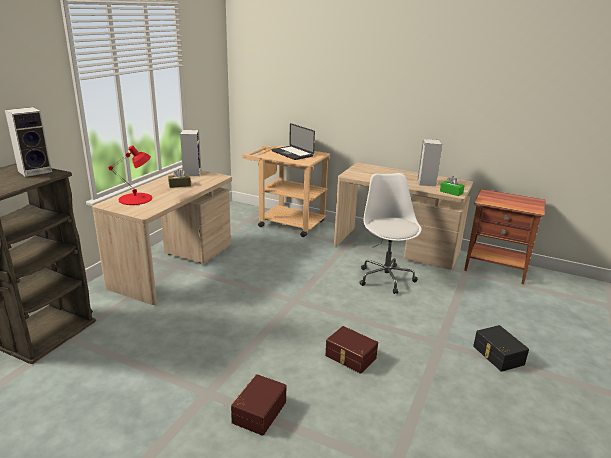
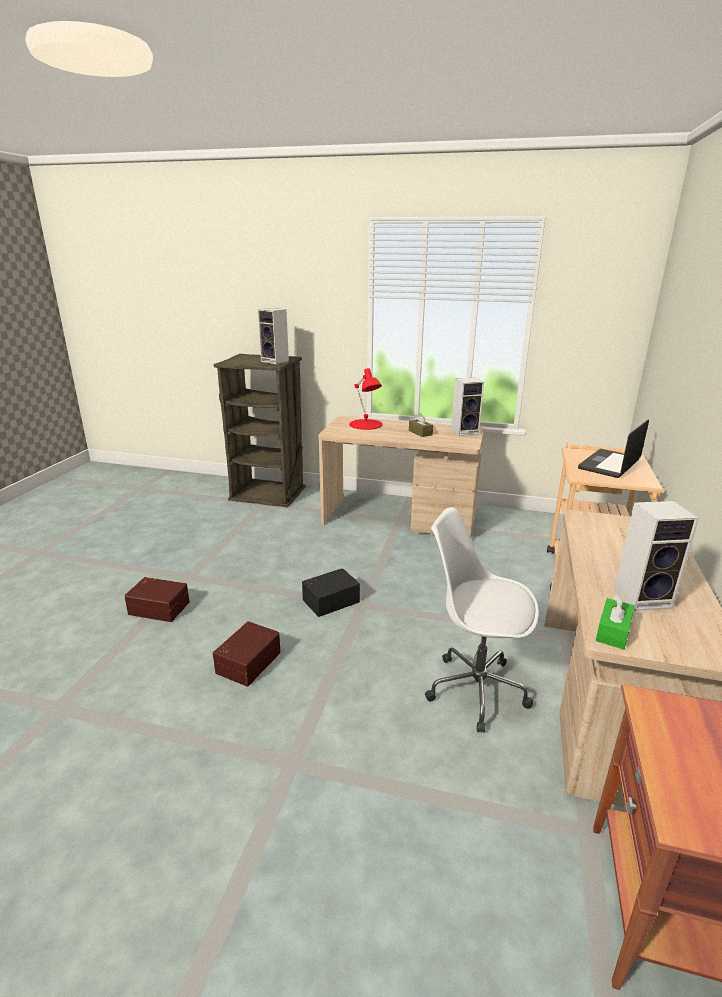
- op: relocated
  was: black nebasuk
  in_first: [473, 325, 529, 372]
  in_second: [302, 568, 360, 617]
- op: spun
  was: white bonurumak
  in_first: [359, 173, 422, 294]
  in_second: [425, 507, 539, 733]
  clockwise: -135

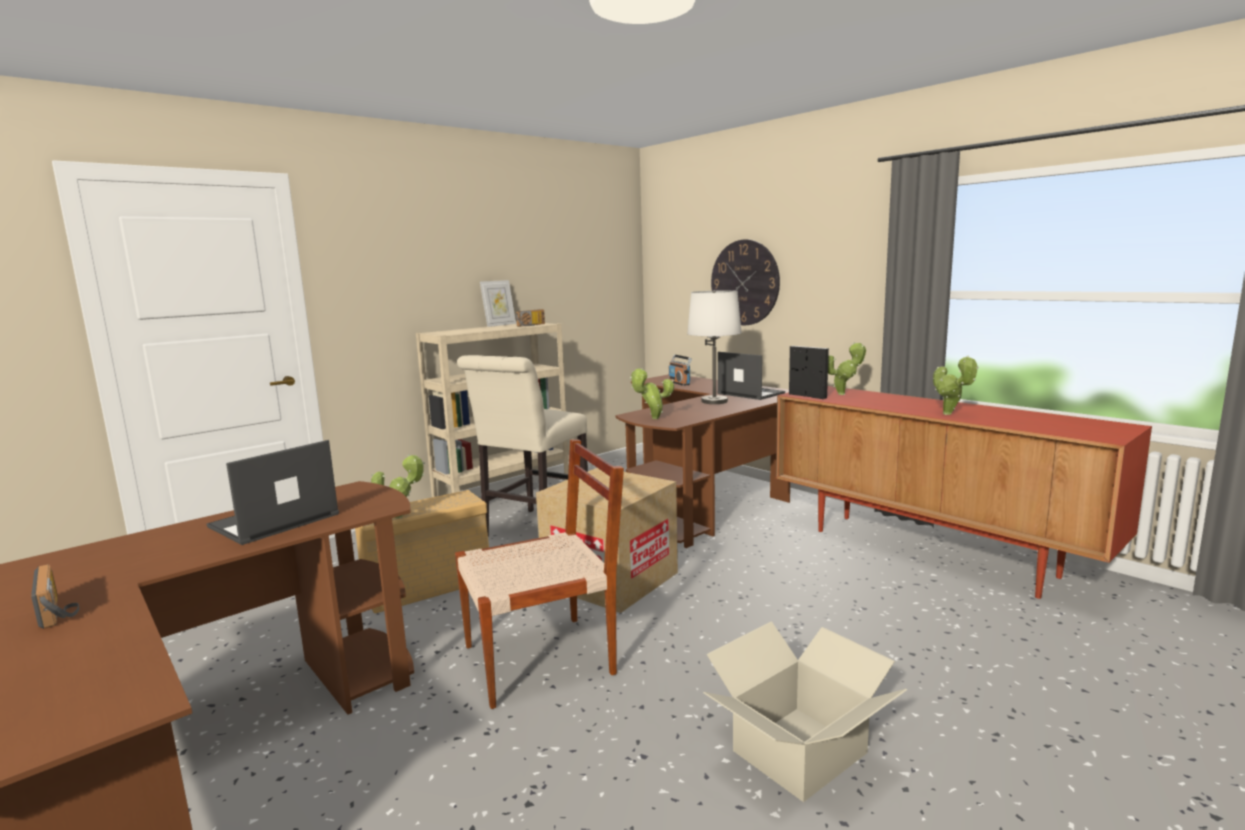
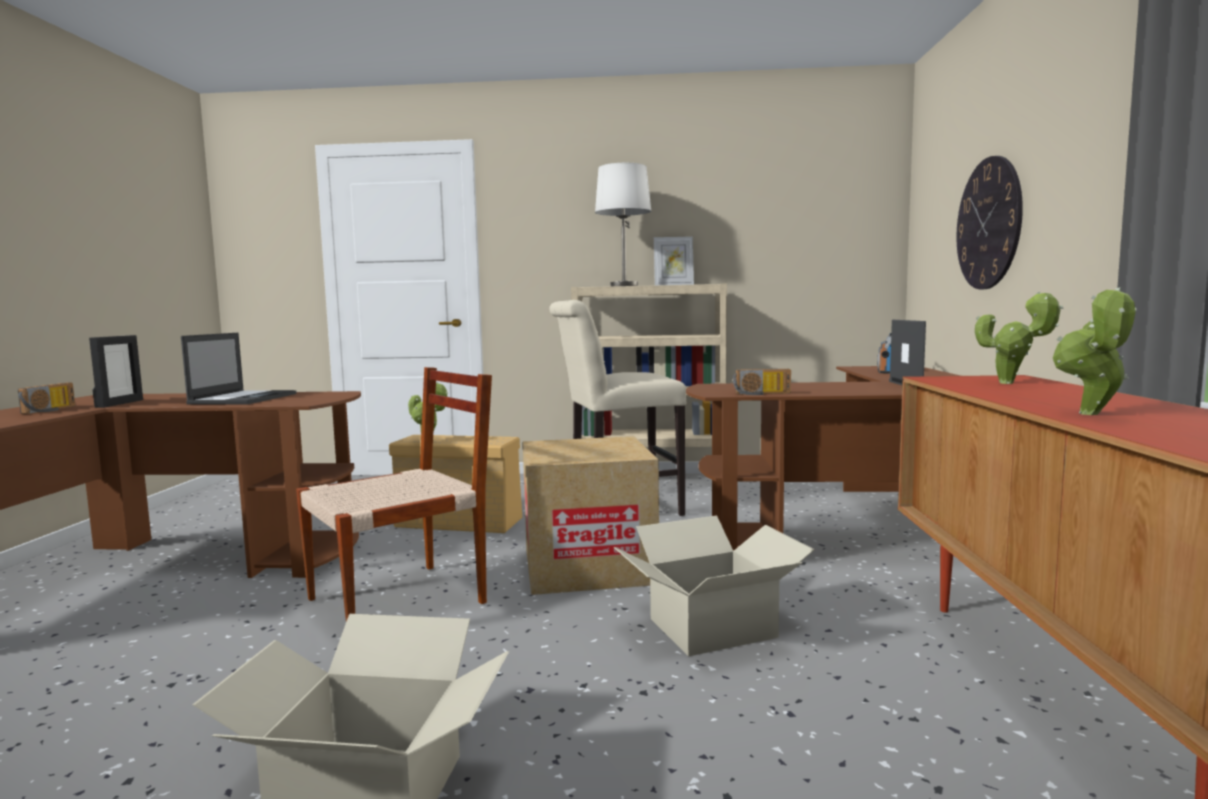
- op: missing
  was: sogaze
  in_first: [630, 368, 674, 419]
- op: appeared
  now: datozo
  in_second: [613, 516, 815, 656]
- op: relocated
  was: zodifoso
  in_first: [516, 309, 545, 327]
  in_second: [733, 369, 791, 395]
- op: relocated
  was: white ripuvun
  in_first: [687, 290, 742, 404]
  in_second: [595, 163, 651, 286]
- op: relocated
  was: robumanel
  in_first: [789, 346, 829, 399]
  in_second: [89, 335, 143, 408]
- op: spun
  was: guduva
  in_first: [206, 440, 339, 545]
  in_second: [181, 333, 296, 405]
  clockwise: 105
- op: spun
  was: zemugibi
  in_first: [455, 439, 624, 709]
  in_second: [296, 367, 492, 621]
  clockwise: -60

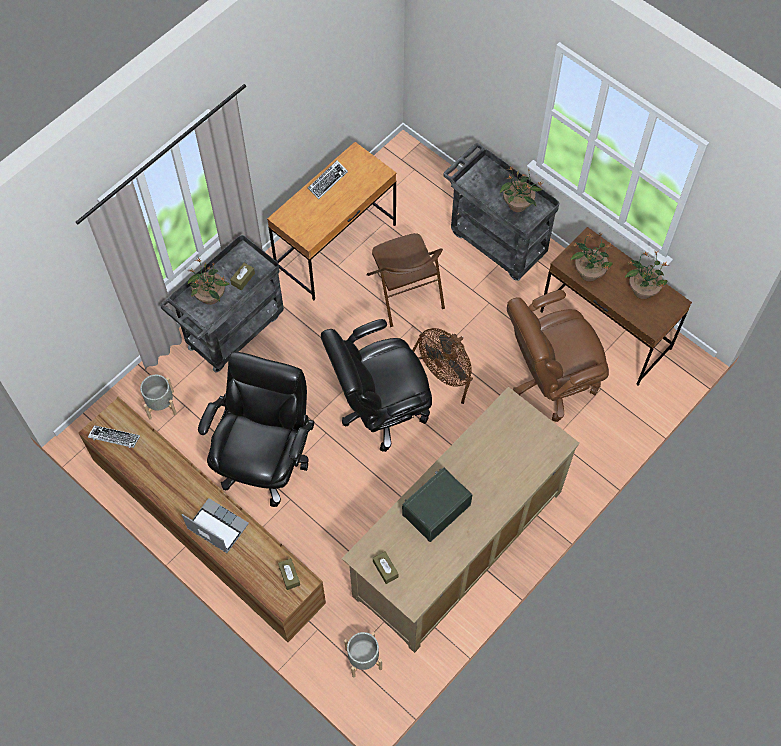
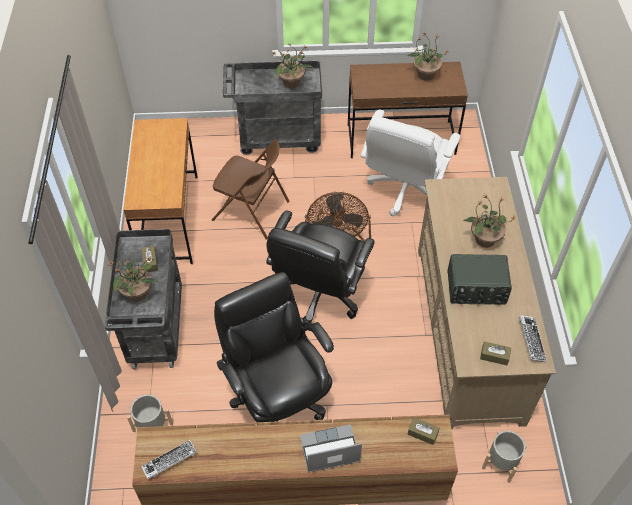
- op: relocated
  was: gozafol
  in_first: [308, 161, 348, 199]
  in_second: [519, 315, 547, 362]
- op: relocated
  was: sogaze
  in_first: [570, 232, 614, 281]
  in_second: [463, 195, 516, 248]
- op: colour
  was: brown bonurumak
  now: white bonurumak
  in_first: [507, 290, 609, 422]
  in_second: [361, 109, 460, 217]
- op: spun
  was: zodifoso
  in_first: [402, 467, 472, 542]
  in_second: [447, 254, 512, 305]
  clockwise: -90

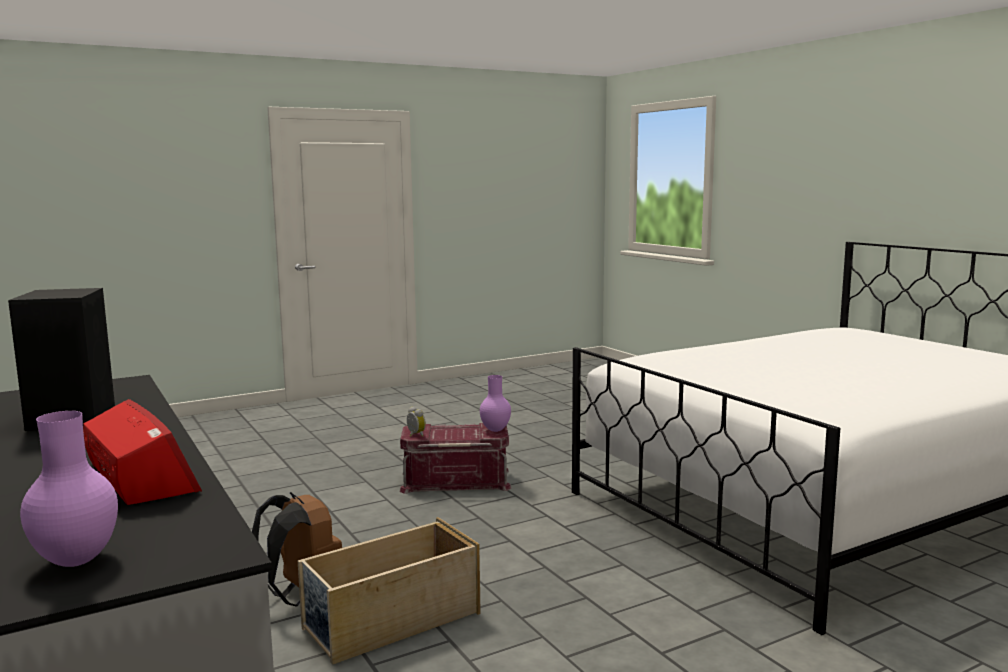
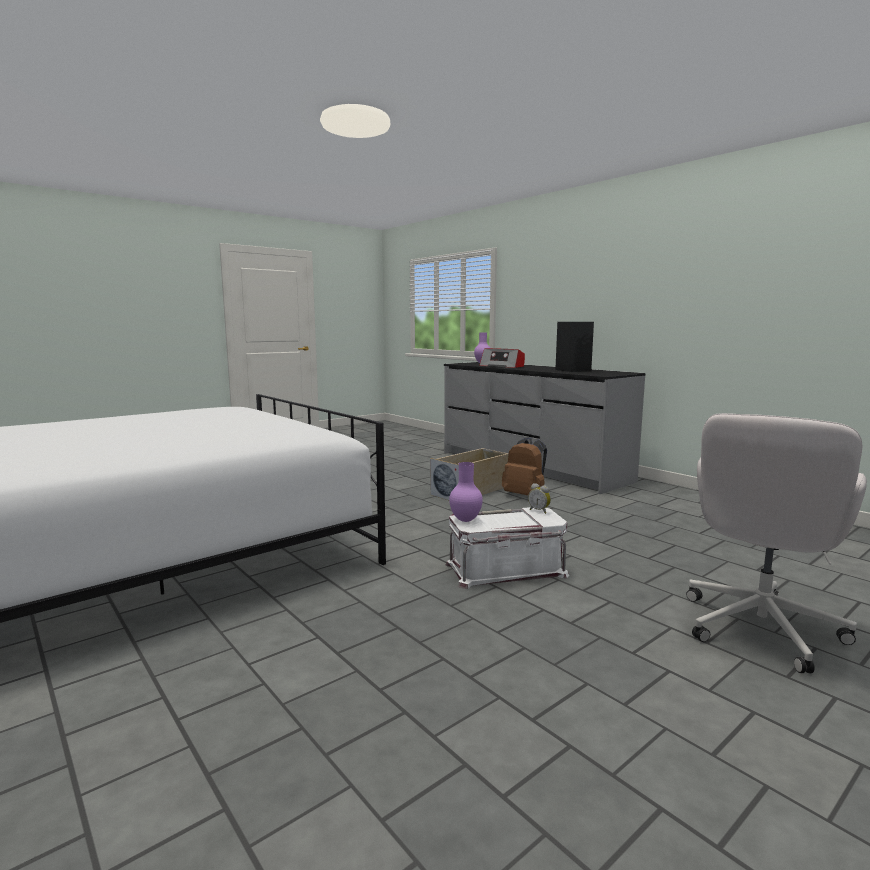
- op: appeared
  now: white bonurumak
  in_second: [686, 413, 867, 673]
- op: colour
  was: red nebasuk
  now: white nebasuk
  in_first: [399, 423, 512, 494]
  in_second: [446, 507, 569, 589]

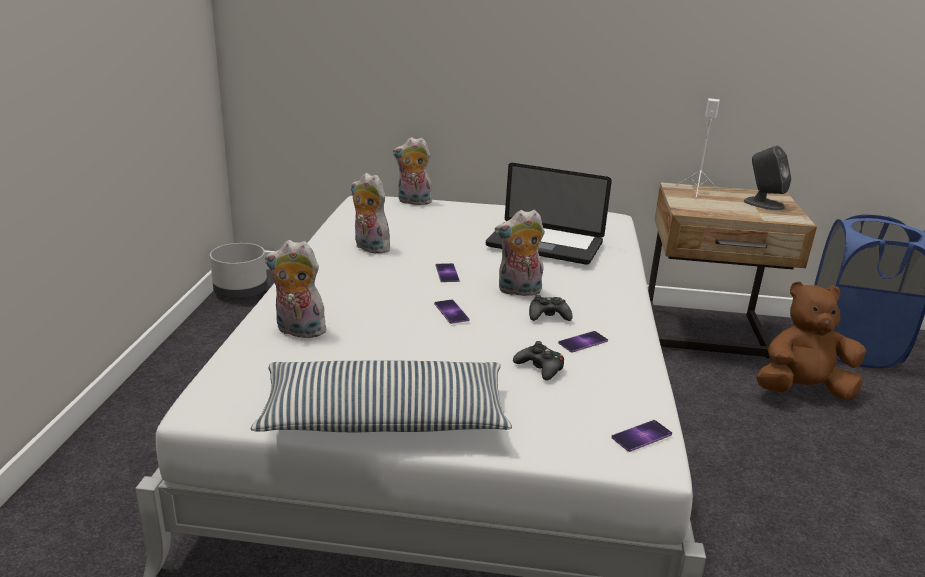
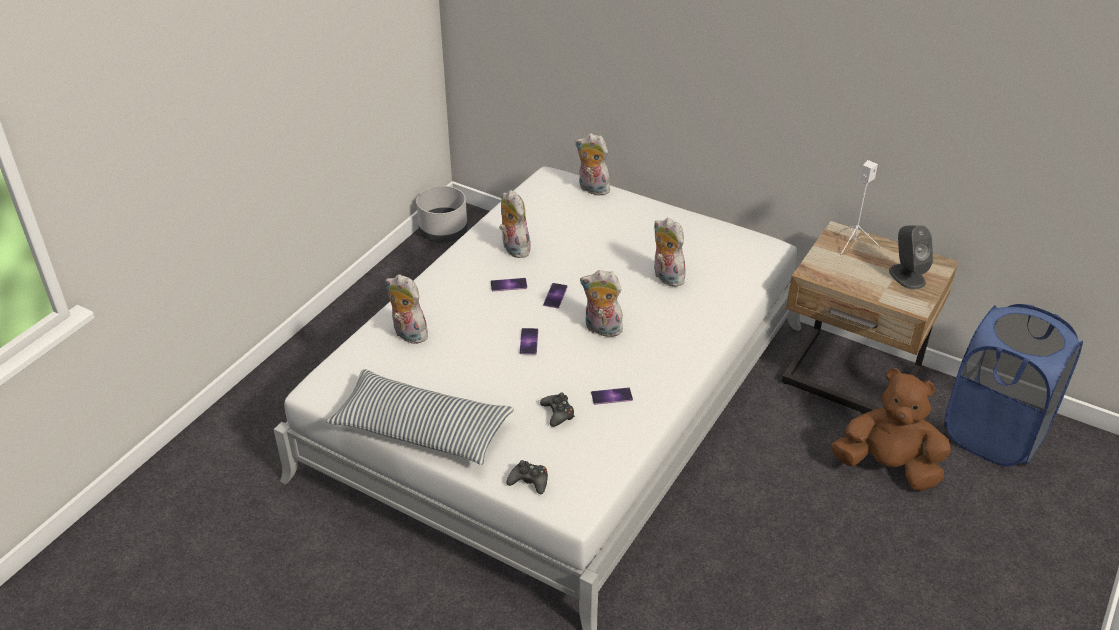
- op: relocated
  was: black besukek
  in_first: [529, 295, 573, 321]
  in_second: [507, 460, 548, 494]
- op: relocated
  was: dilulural
  in_first: [611, 420, 672, 452]
  in_second: [491, 278, 527, 291]
- op: exchanged
  was: guduva
  now: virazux
  in_first: [486, 163, 612, 265]
  in_second: [654, 218, 686, 287]

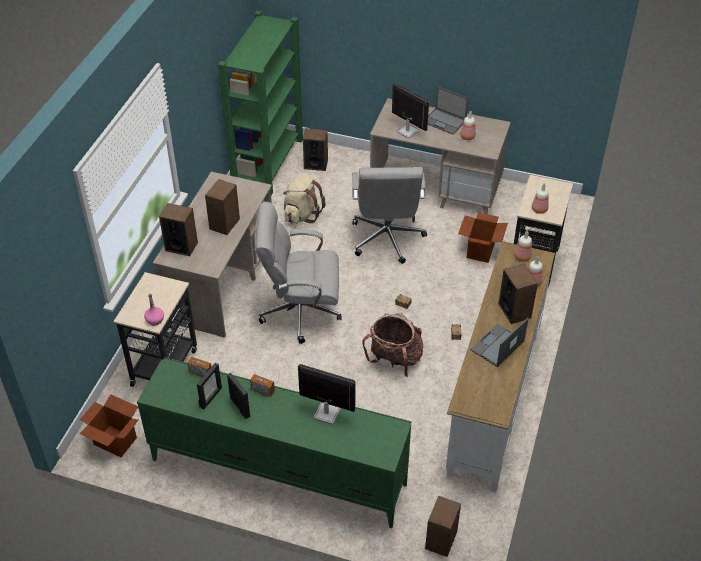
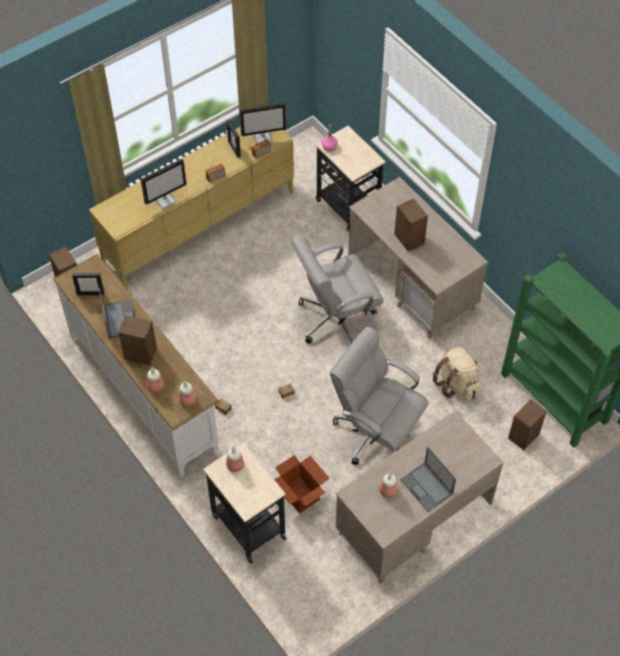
- op: missing
  was: datozo
  in_first: [80, 394, 138, 457]
- op: missing
  was: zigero
  in_first: [159, 203, 198, 256]
- op: missing
  was: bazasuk
  in_first: [362, 313, 423, 377]
- op: relocated
  was: robumanel
  in_first: [227, 373, 250, 419]
  in_second: [72, 273, 104, 295]
- op: relocated
  was: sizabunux
  in_first: [392, 83, 429, 138]
  in_second: [239, 103, 286, 144]
- op: colour
  was: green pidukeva
  now: beige pidukeva
  in_first: [137, 357, 411, 528]
  in_second: [89, 127, 294, 289]
- op: spun
  was: grey bonurumak
  in_first: [255, 202, 342, 344]
  in_second: [291, 235, 384, 344]
  clockwise: -150
- op: spun
  was: guduva
  in_first: [428, 86, 469, 135]
  in_second: [400, 447, 456, 512]
  clockwise: -105

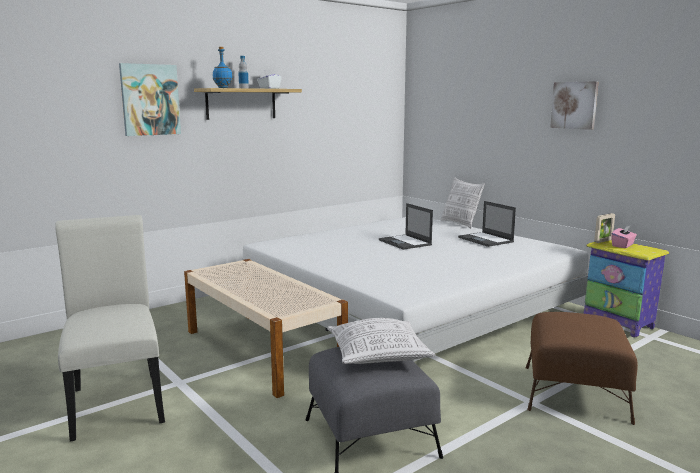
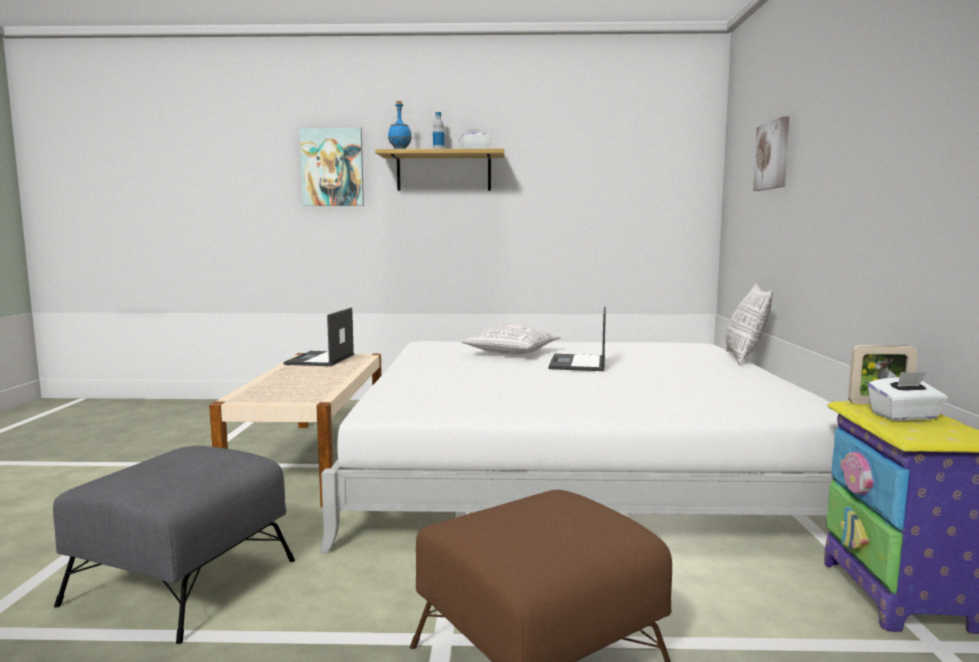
- op: missing
  was: white zemugibi
  in_first: [55, 215, 165, 442]
- op: relocated
  was: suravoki
  in_first: [327, 318, 435, 364]
  in_second: [460, 324, 561, 355]
- op: relocated
  was: guduva
  in_first: [458, 201, 516, 247]
  in_second: [283, 308, 354, 366]
- op: relocated
  was: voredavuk
  in_first: [550, 81, 599, 130]
  in_second: [753, 116, 789, 191]
- op: colour
  was: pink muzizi
  now: white muzizi
  in_first: [611, 226, 637, 248]
  in_second: [867, 372, 948, 421]

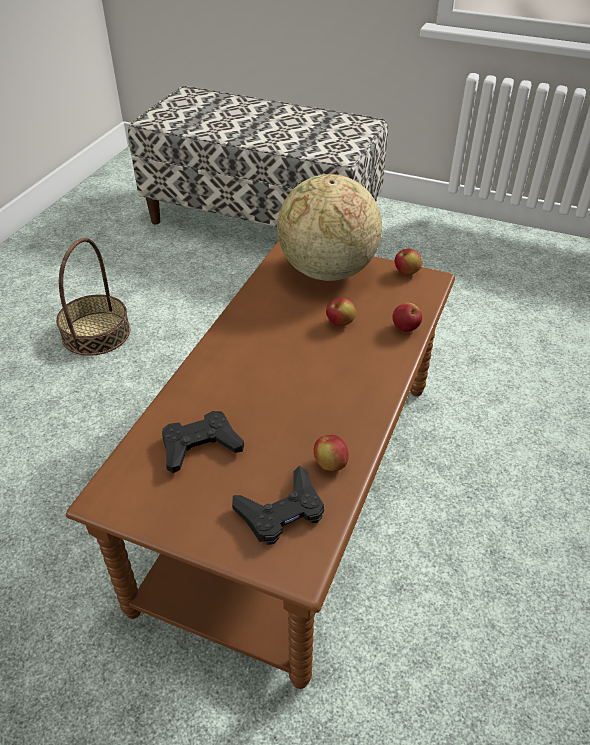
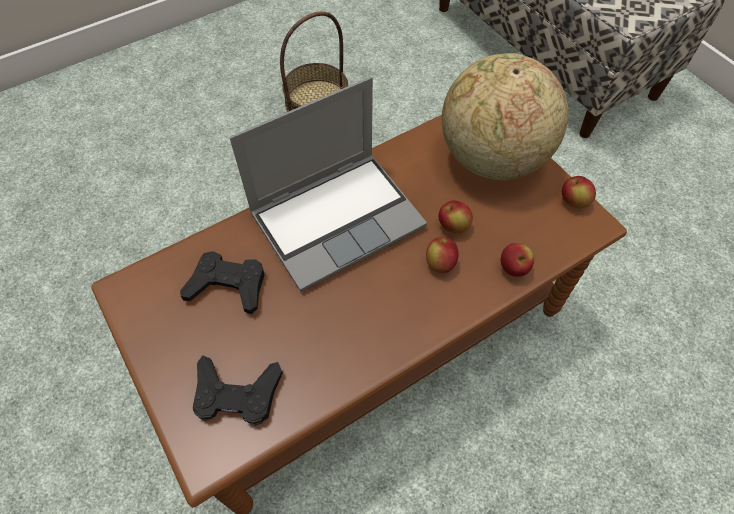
- op: appeared
  now: guduva
  in_second: [230, 77, 427, 292]
- op: relocated
  was: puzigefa
  in_first: [314, 435, 349, 471]
  in_second: [426, 237, 459, 273]

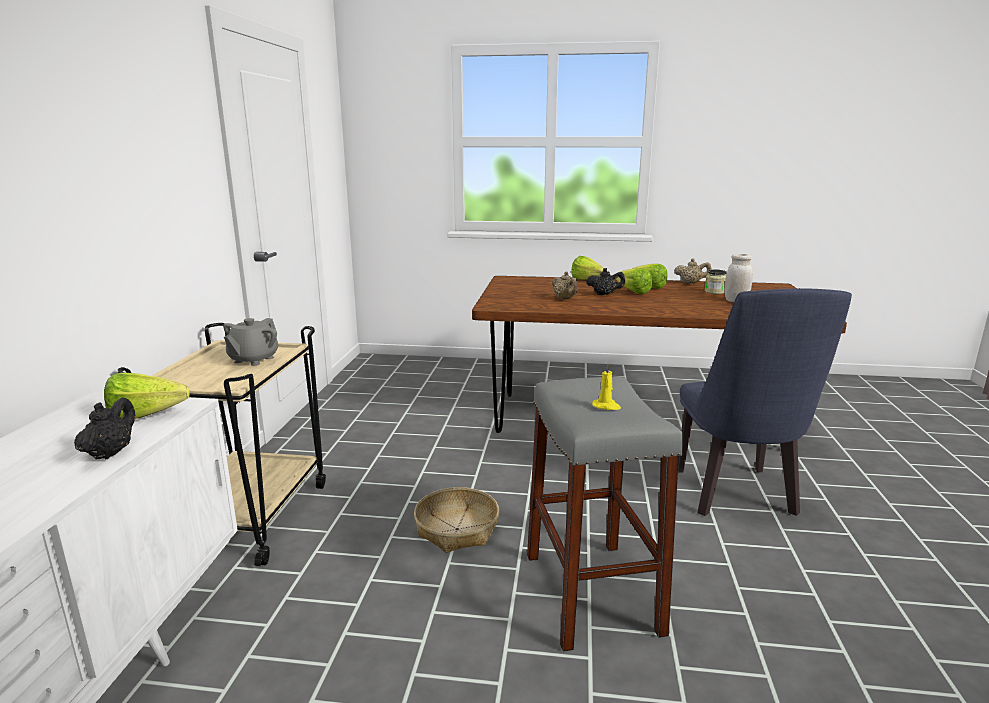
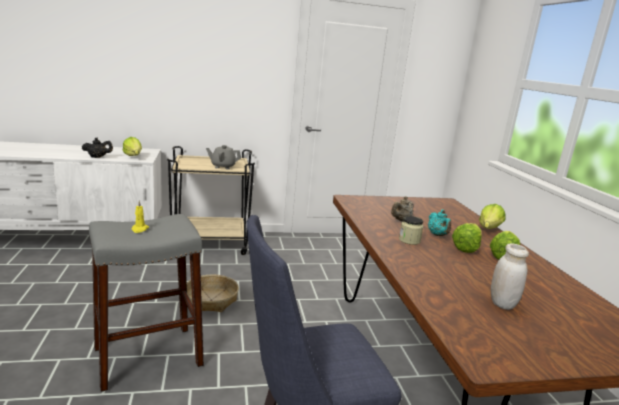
- op: missing
  was: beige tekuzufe
  in_first: [674, 258, 711, 284]
- op: relocated
  was: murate
  in_first: [705, 269, 727, 294]
  in_second: [399, 216, 423, 245]
- op: colour
  was: black tekuzufe
  now: turquoise tekuzufe
  in_first: [586, 268, 625, 295]
  in_second: [428, 209, 451, 236]

